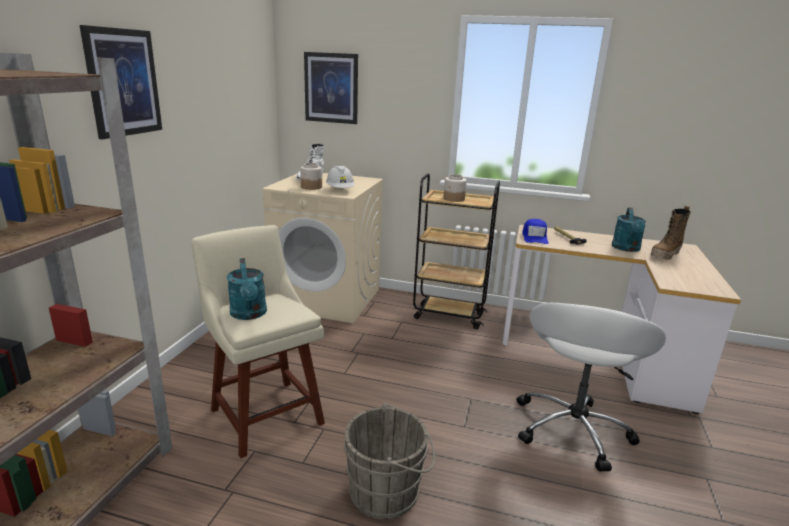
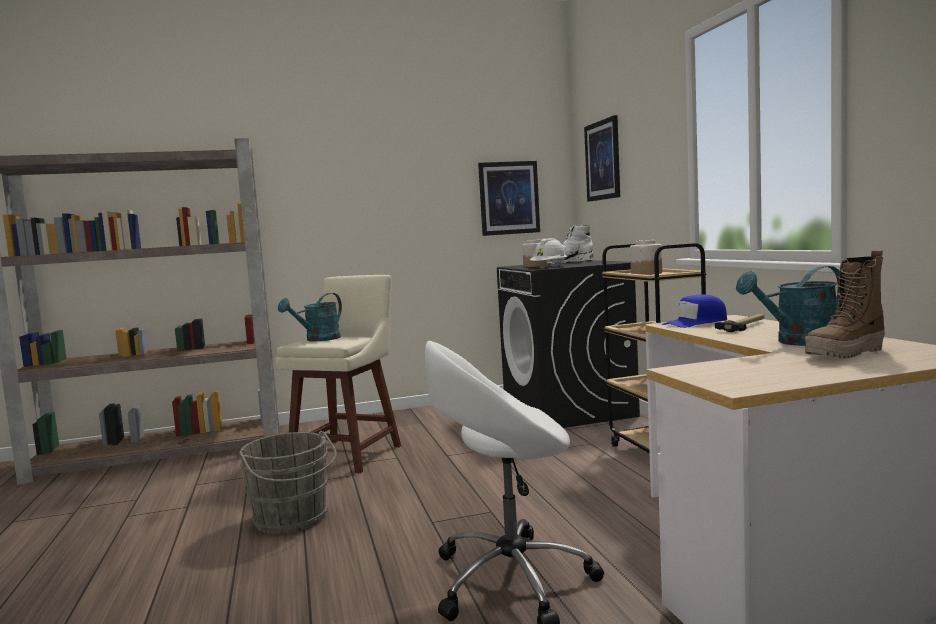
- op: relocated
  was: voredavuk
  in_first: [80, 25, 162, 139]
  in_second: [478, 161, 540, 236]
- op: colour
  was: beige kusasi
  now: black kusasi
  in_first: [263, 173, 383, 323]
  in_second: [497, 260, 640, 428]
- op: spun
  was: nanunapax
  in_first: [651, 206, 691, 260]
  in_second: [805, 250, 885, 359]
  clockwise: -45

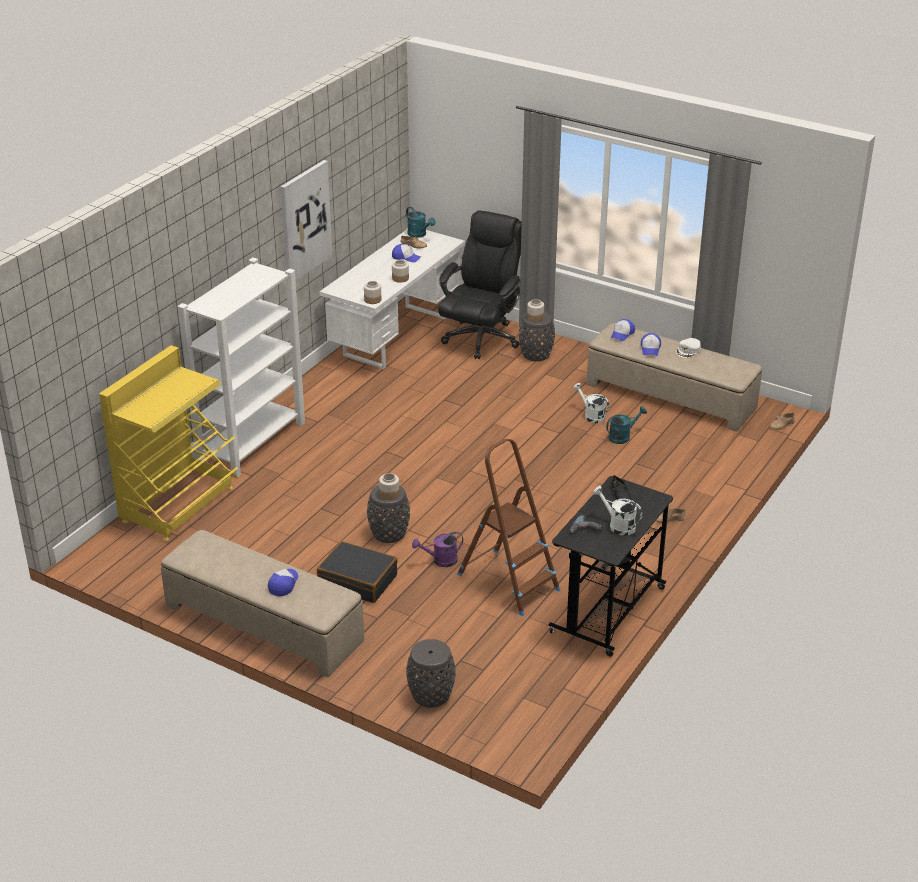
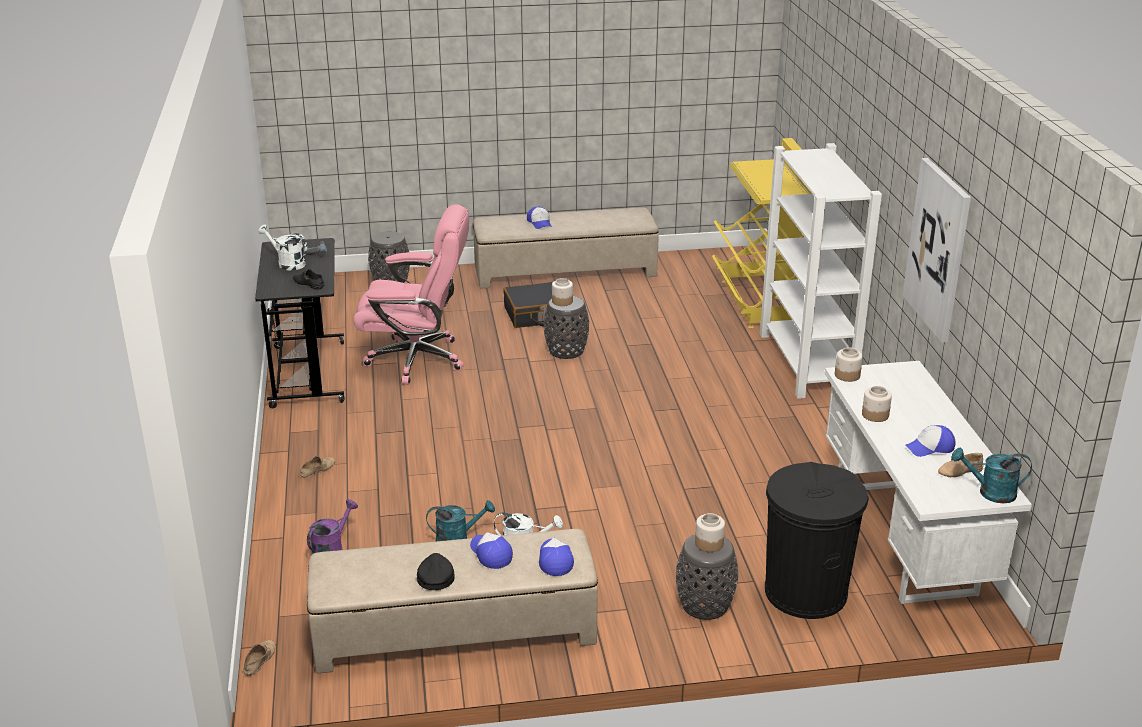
- op: relocated
  was: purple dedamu
  in_first: [412, 532, 463, 567]
  in_second: [307, 499, 358, 554]
- op: exchanged
  was: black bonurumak
  now: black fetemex
  in_first: [438, 210, 522, 359]
  in_second: [765, 462, 869, 619]
- op: exchanged
  was: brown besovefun
  now: pink bonurumak
  in_first: [457, 439, 560, 616]
  in_second: [353, 204, 469, 385]
- op: colour
  was: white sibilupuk
  now: black sibilupuk
  in_first: [676, 338, 701, 358]
  in_second: [417, 553, 455, 590]
- op: spun
  was: white dedamu
  in_first: [593, 486, 642, 536]
  in_second: [258, 224, 307, 271]
  clockwise: -150
- op: spun
  was: turquoise dedamu
  in_first: [606, 406, 647, 444]
  in_second: [426, 500, 495, 541]
  clockwise: -120

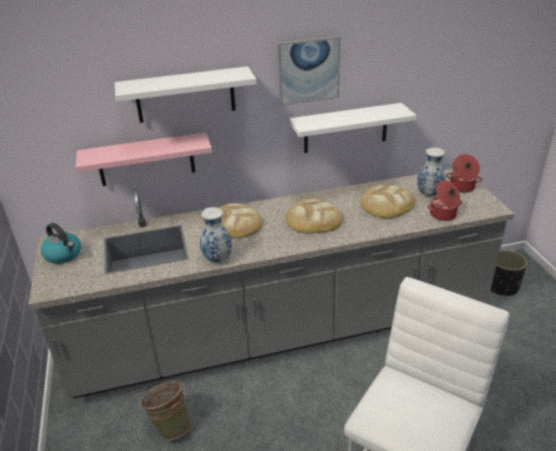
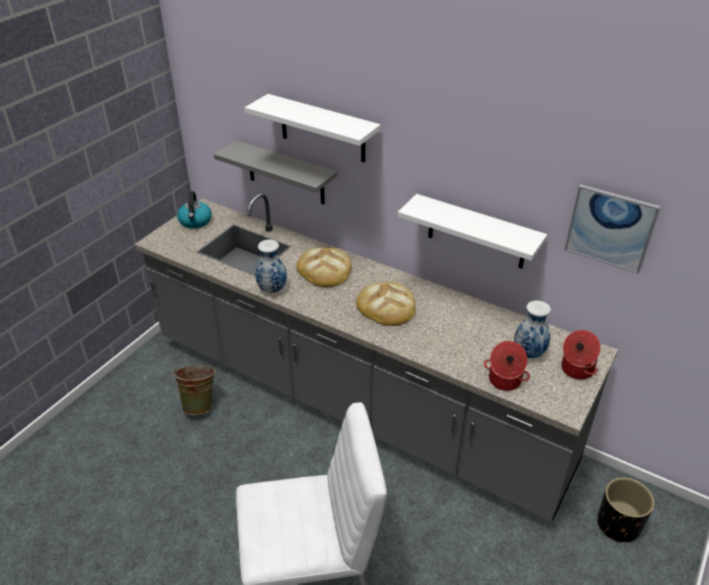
- op: missing
  was: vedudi
  in_first: [360, 185, 415, 218]
- op: relocated
  was: voredavuk
  in_first: [278, 36, 340, 106]
  in_second: [564, 184, 660, 274]
- op: colour
  was: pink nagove
  now: grey nagove
  in_first: [76, 132, 212, 186]
  in_second: [214, 140, 337, 204]

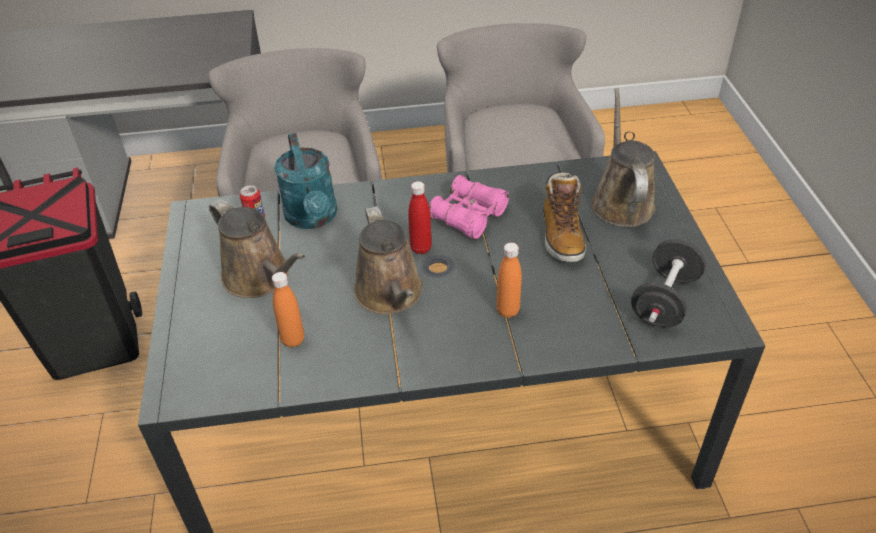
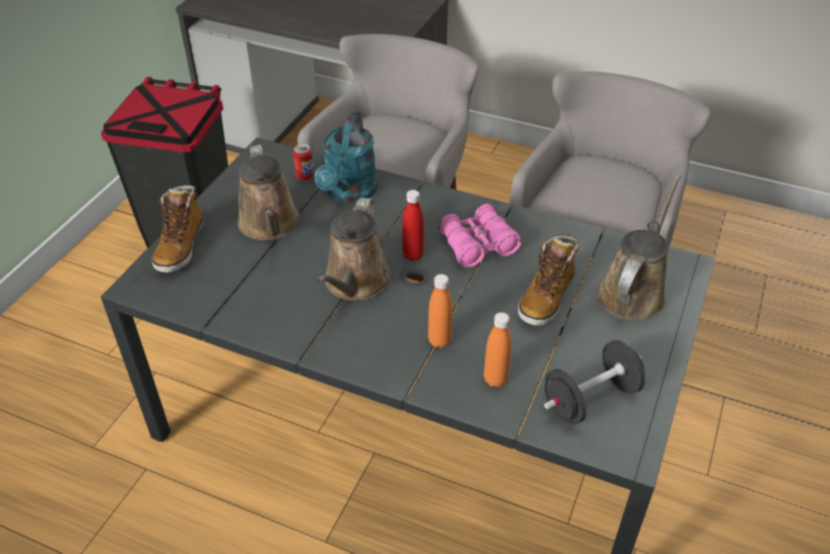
- op: appeared
  now: nanunapax
  in_second: [152, 185, 204, 273]
- op: relocated
  was: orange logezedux
  in_first: [272, 272, 304, 348]
  in_second: [484, 312, 512, 387]

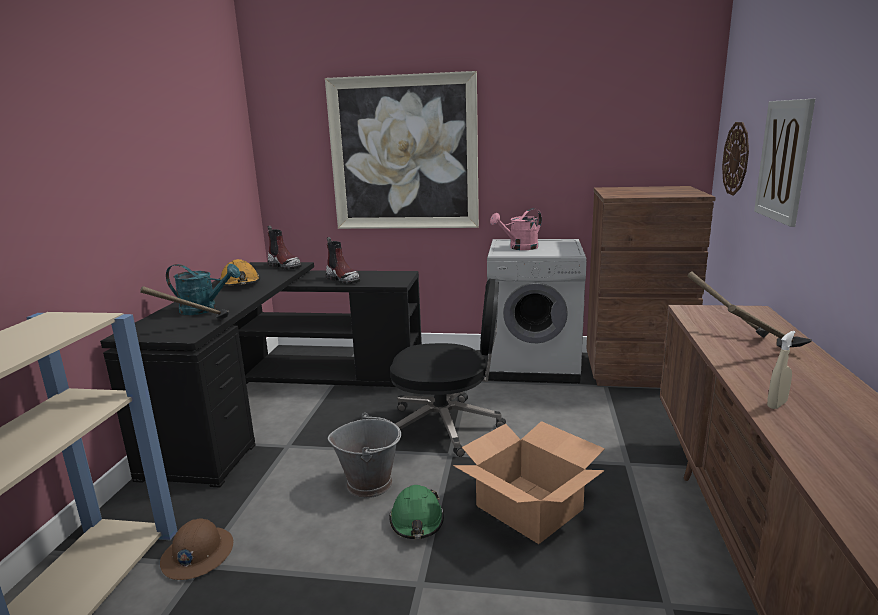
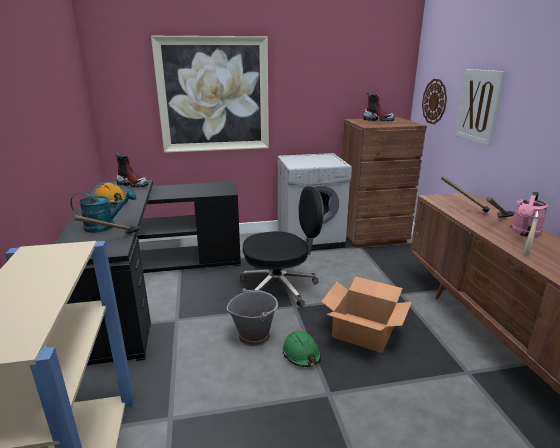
- op: missing
  was: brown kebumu
  in_first: [160, 519, 233, 580]
- op: relocated
  was: nanunapax
  in_first: [326, 237, 360, 284]
  in_second: [363, 92, 394, 122]
- op: relocated
  was: pink dedamu
  in_first: [490, 208, 542, 250]
  in_second: [510, 192, 548, 237]

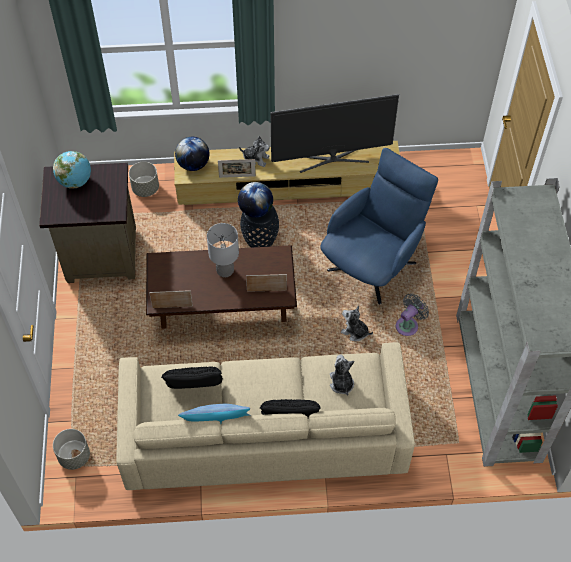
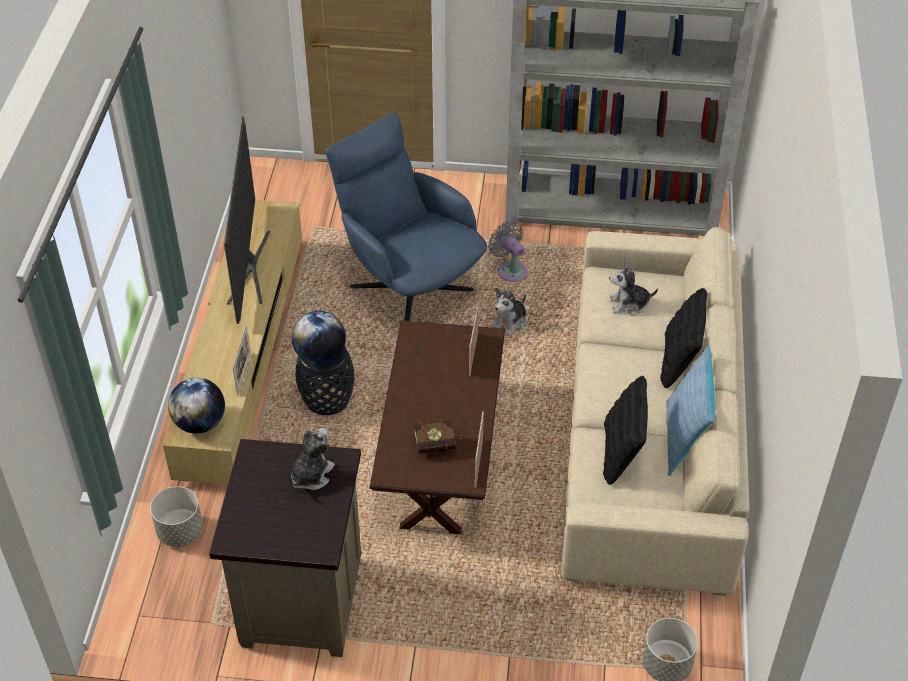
- op: missing
  was: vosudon
  in_first: [53, 151, 91, 189]
- op: missing
  was: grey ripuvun
  in_first: [207, 223, 239, 277]
- op: appeared
  now: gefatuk
  in_second: [414, 419, 462, 454]
- op: relocated
  was: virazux
  in_first: [239, 136, 270, 167]
  in_second: [291, 428, 335, 490]

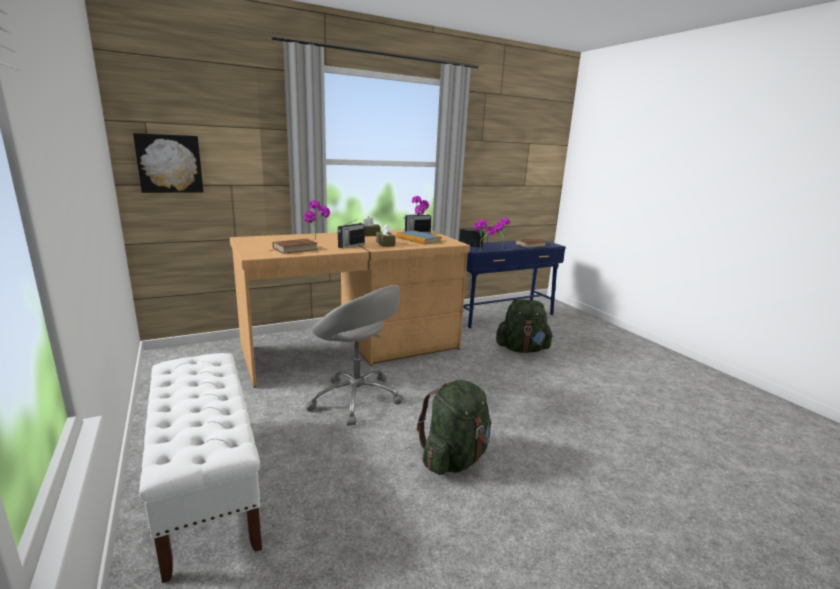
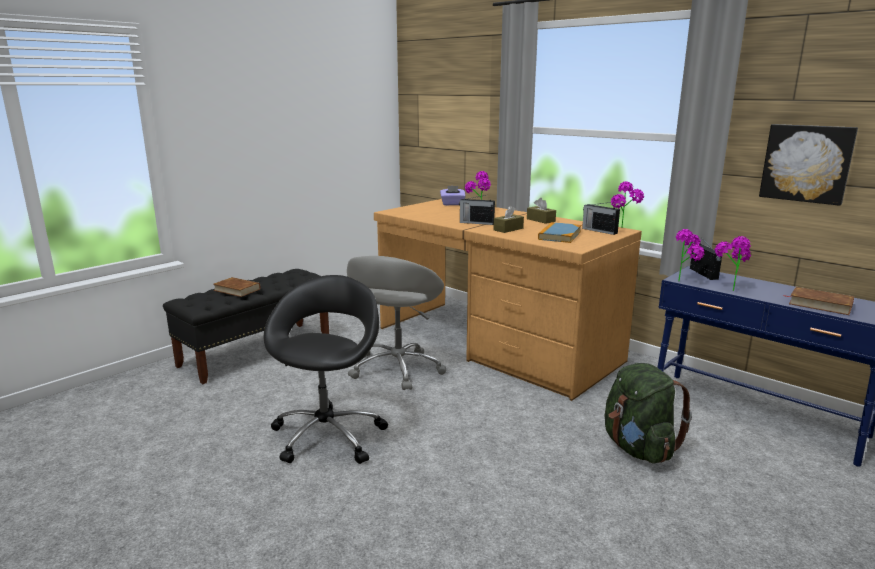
- op: appeared
  now: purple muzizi
  in_second: [440, 186, 466, 205]
- op: relocated
  was: voredavuk
  in_first: [133, 133, 203, 193]
  in_second: [759, 124, 858, 206]
- op: relocated
  was: brown gefatuk
  in_first: [269, 239, 318, 254]
  in_second: [213, 277, 260, 297]
- op: exchanged
  was: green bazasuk
  now: black bonurumak
  in_first: [417, 380, 491, 475]
  in_second: [264, 275, 388, 464]
- op: colour
  was: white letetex
  now: black letetex
  in_first: [139, 353, 262, 583]
  in_second: [163, 269, 329, 384]

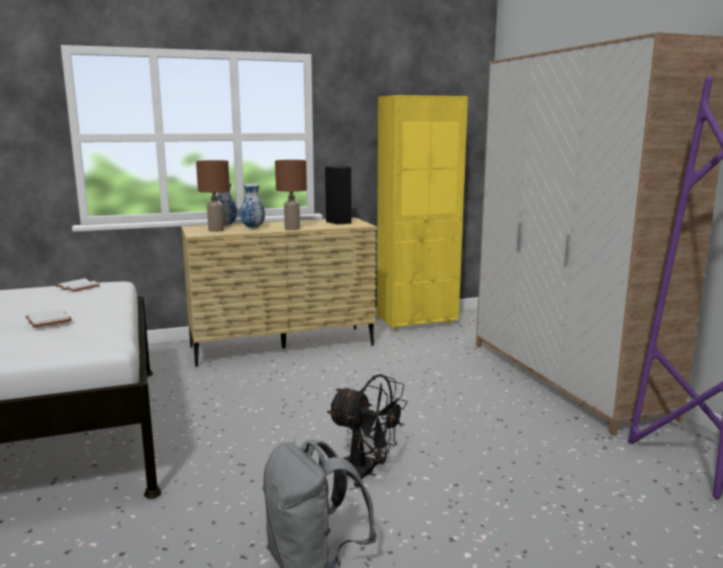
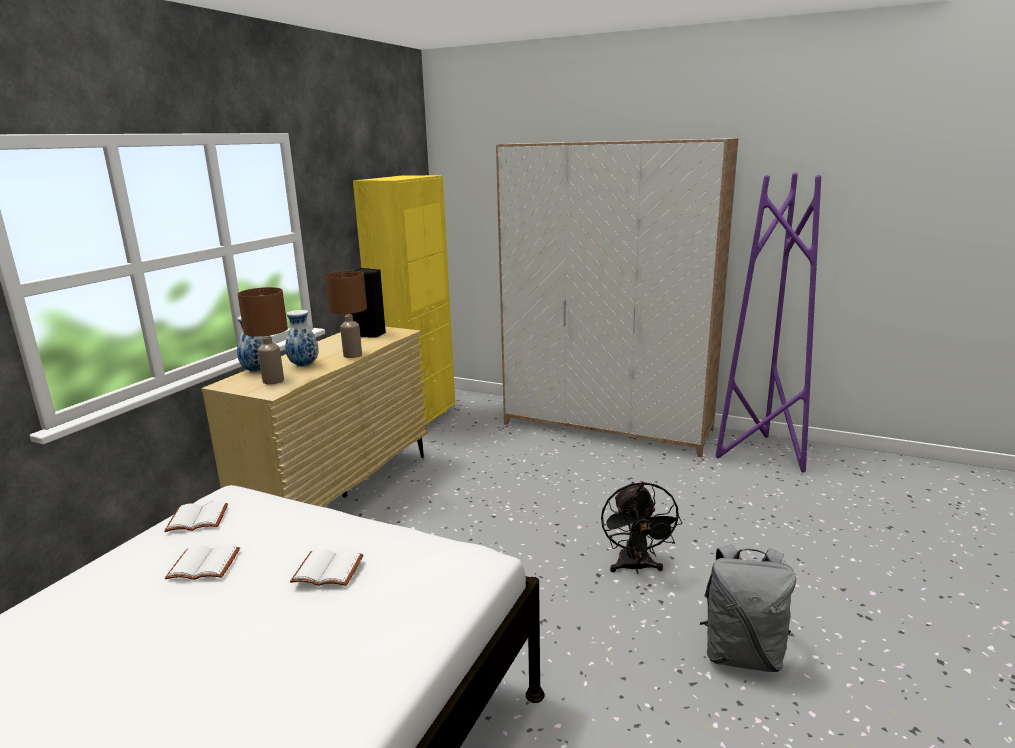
- op: appeared
  now: white gefatuk
  in_second: [165, 544, 240, 580]
- op: spun
  was: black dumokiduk
  in_first: [327, 374, 407, 488]
  in_second: [601, 482, 682, 574]
  clockwise: 105

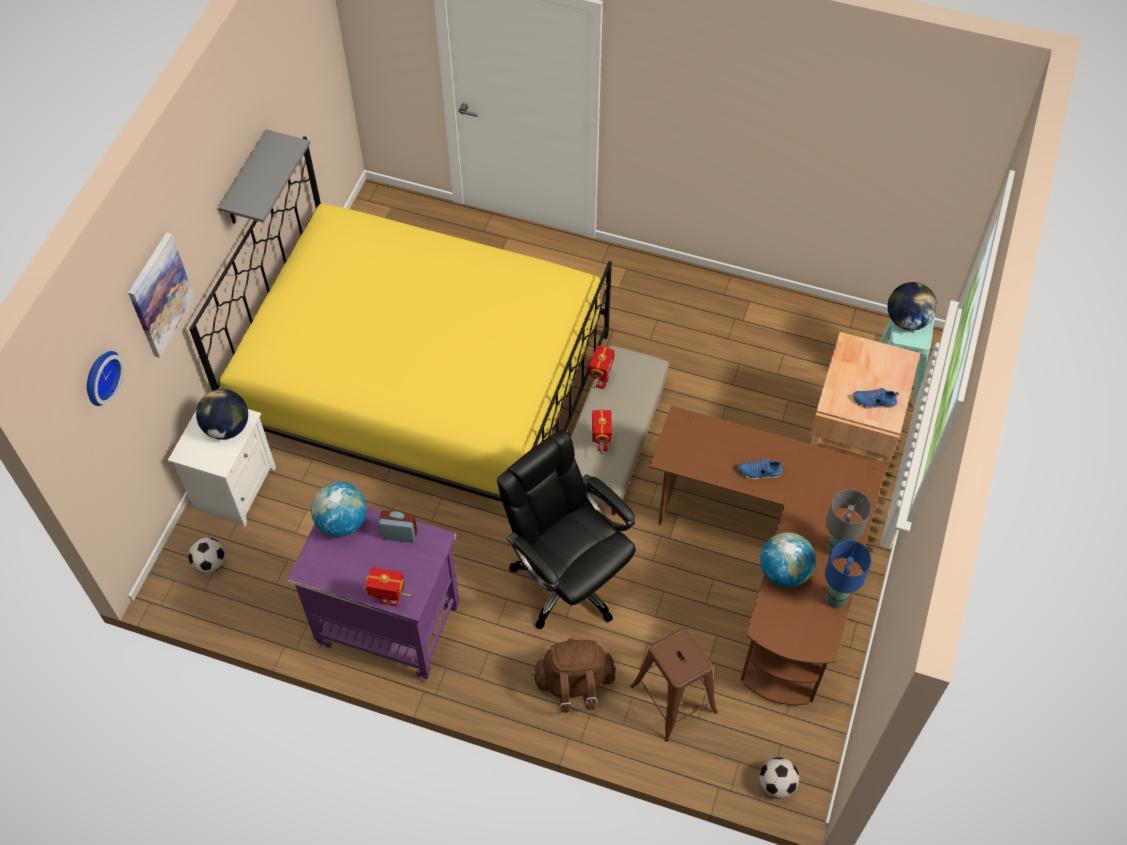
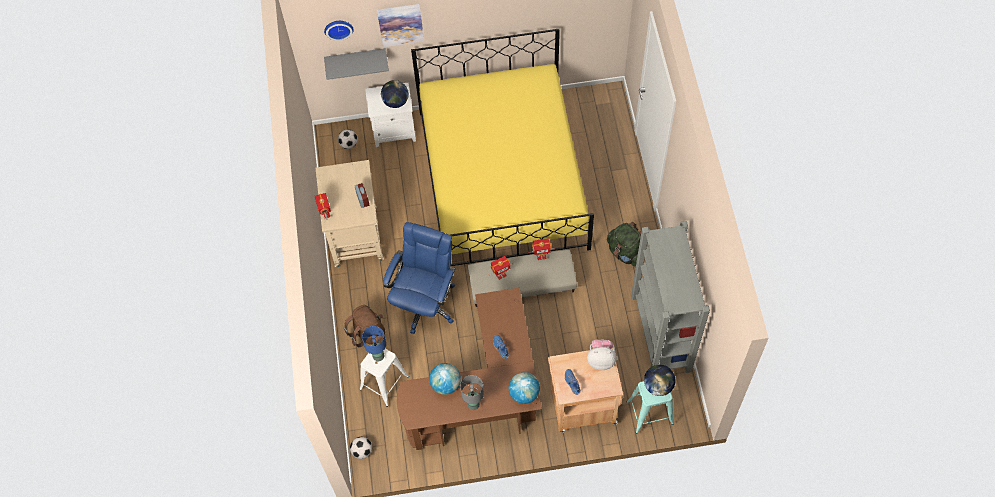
- op: appeared
  now: virazux
  in_second: [587, 339, 617, 370]
- op: appeared
  now: green bazasuk
  in_second: [607, 222, 642, 267]
- op: appeared
  now: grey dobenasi
  in_second: [631, 221, 710, 373]
- op: relocated
  was: grey nagove
  in_first: [219, 130, 310, 224]
  in_second: [324, 48, 389, 80]
- op: relocated
  was: vosudon
  in_first: [311, 482, 367, 537]
  in_second: [508, 372, 540, 404]
- op: relocated
  was: blue ripuvun
  in_first: [825, 540, 871, 608]
  in_second: [362, 326, 386, 361]
- op: colour
  was: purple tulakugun
  now: beige tulakugun
  in_first: [287, 506, 459, 682]
  in_second: [316, 160, 384, 267]
- op: colour
  was: black bonurumak
  now: blue bonurumak
  in_first: [497, 429, 636, 629]
  in_second: [383, 222, 455, 334]
- op: colour
  was: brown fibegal
  now: white fibegal
  in_first: [631, 628, 718, 741]
  in_second: [359, 349, 409, 407]

